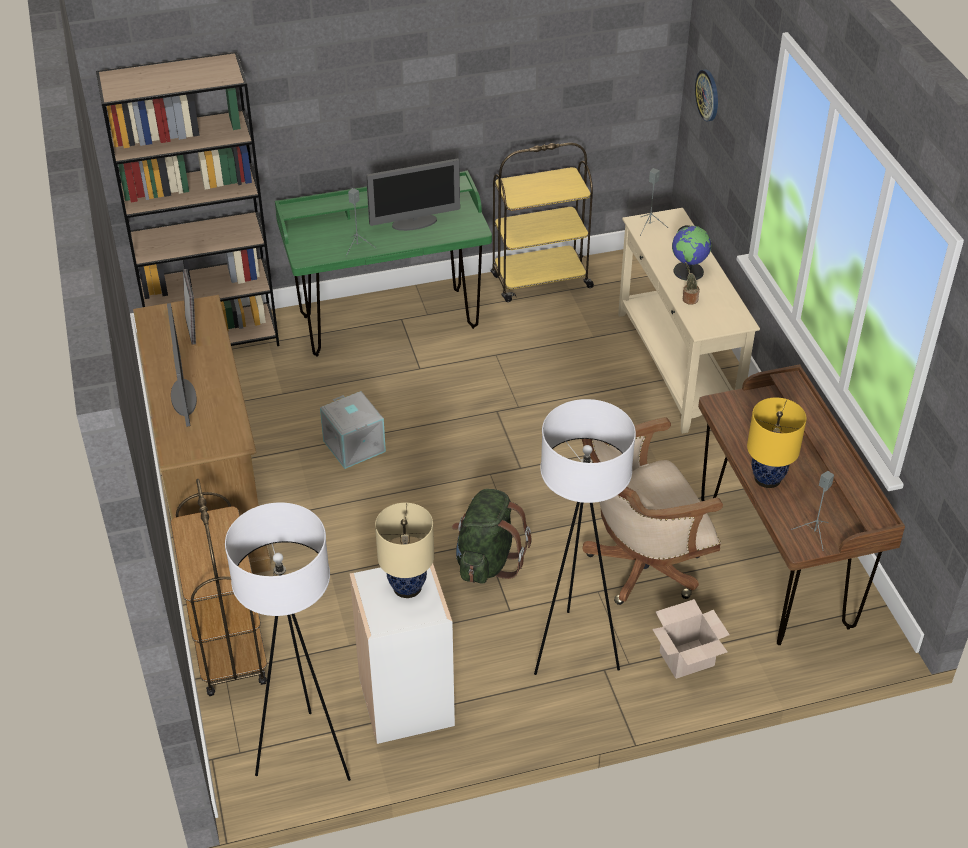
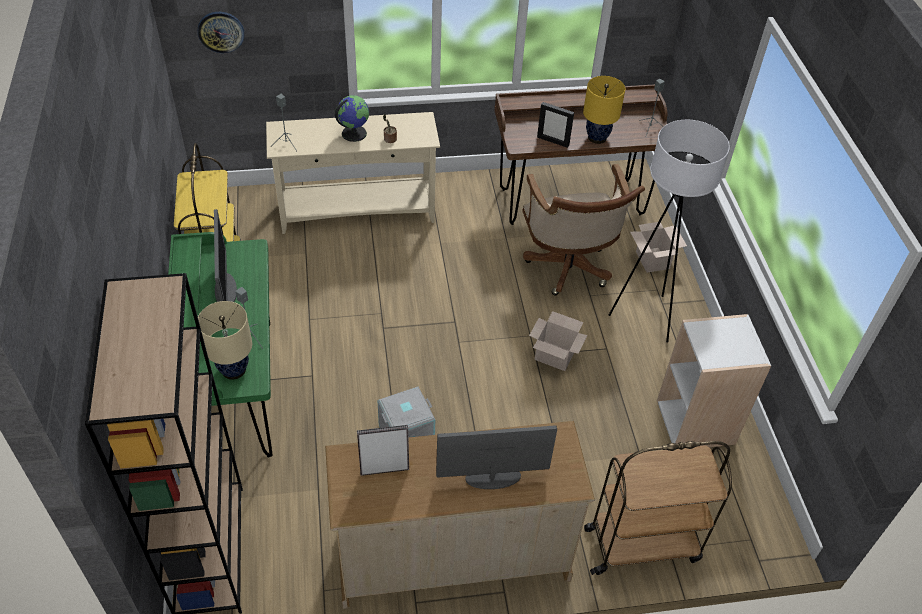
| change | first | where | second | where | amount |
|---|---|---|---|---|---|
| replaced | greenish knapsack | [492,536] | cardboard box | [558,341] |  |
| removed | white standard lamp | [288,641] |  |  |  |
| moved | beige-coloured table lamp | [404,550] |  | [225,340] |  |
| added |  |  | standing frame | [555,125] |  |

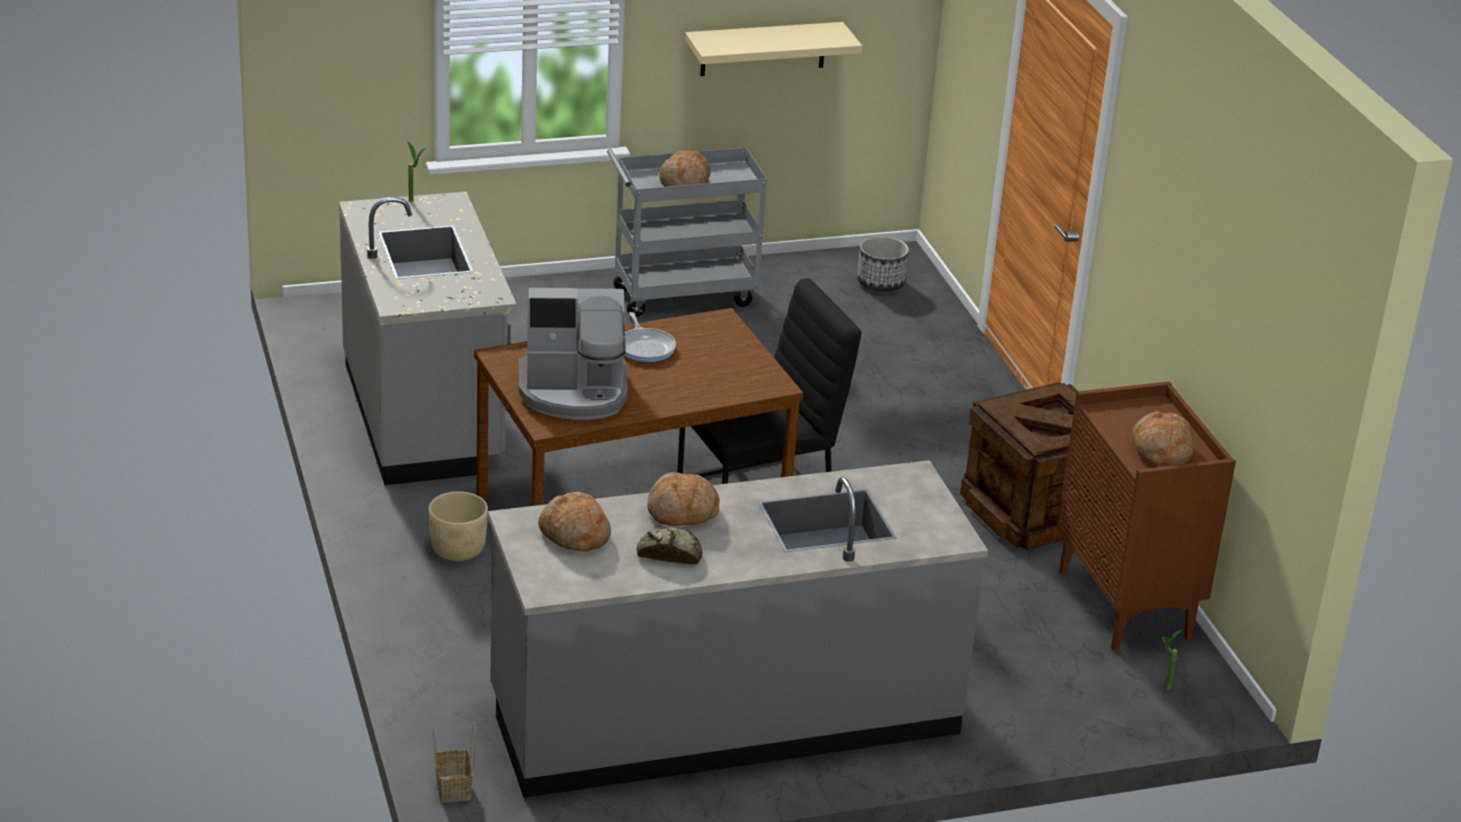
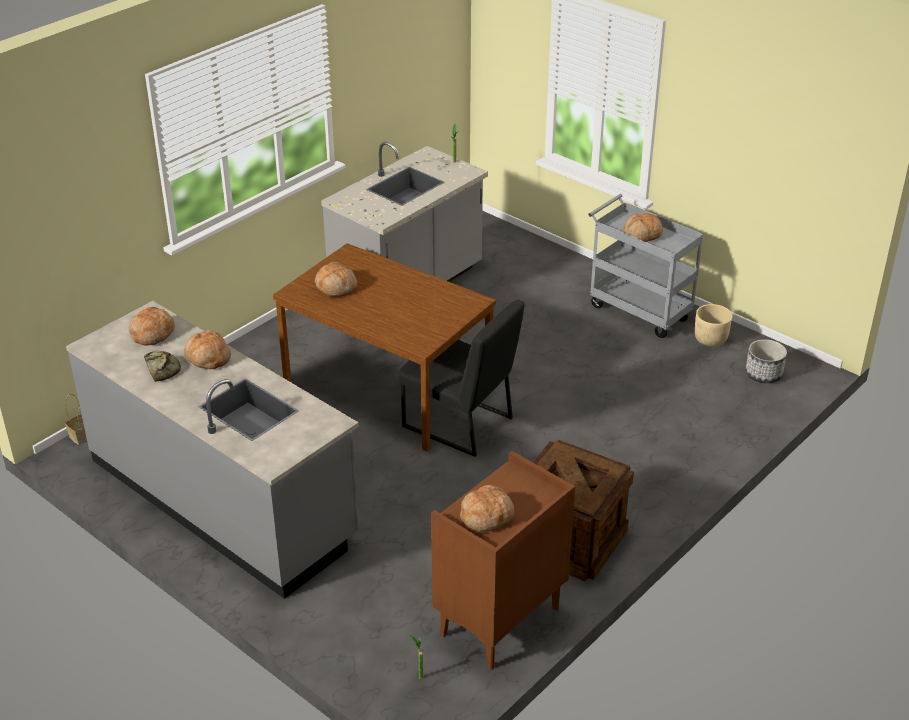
| change | first | where | second | where | amount |
|---|---|---|---|---|---|
| removed | beige-coloured wall shelf | [773,49] |  |  |  |
| replaced | coffee maker | [573,354] | bread | [336,279] |  |
| removed | pan | [650,337] |  |  |  |
| moved | beige-coloured plant pot | [458,526] |  | [714,325] |  |

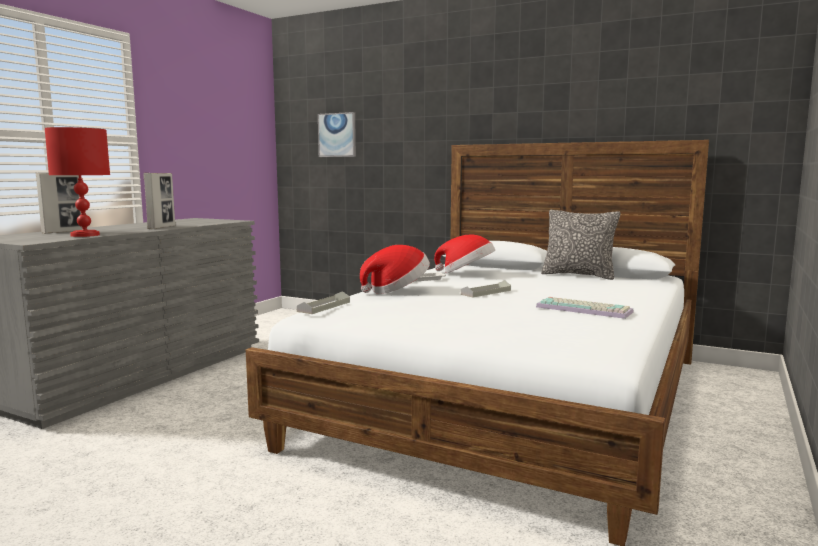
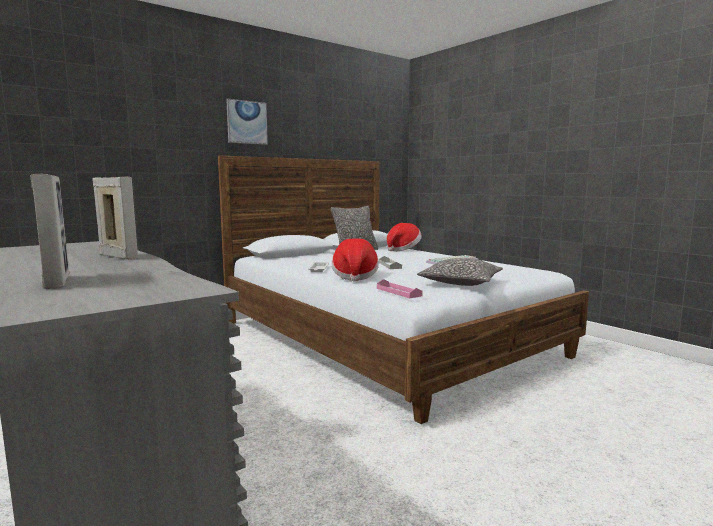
| change | first | where | second | where | amount |
|---|---|---|---|---|---|
| moved | wall art | [337,134] |  | [247,122] |  |
| removed | red table lamp | [77,182] |  |  |  |
| moved | wearable hat | [464,253] |  | [404,237] |  |
| recoloured | gray serving tray | [323,302] | pink serving tray | [400,288] |  |
| added |  |  | throw pillow | [460,272] |  |

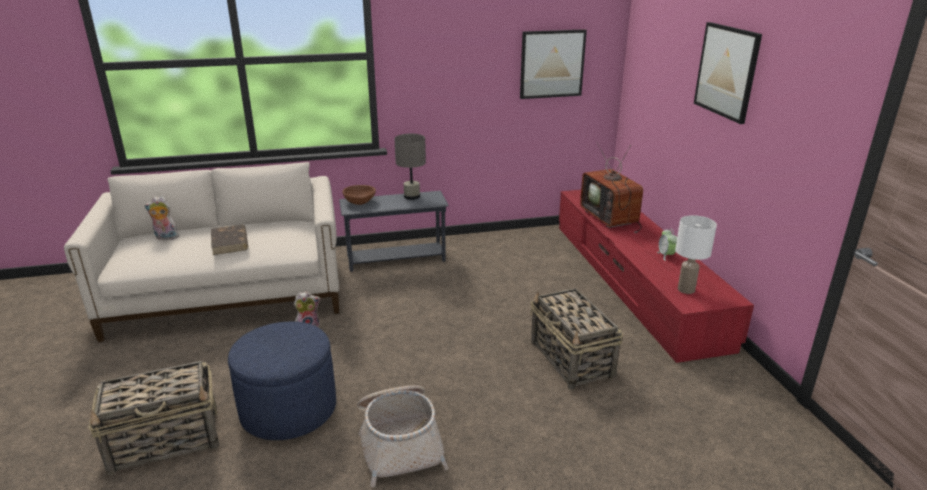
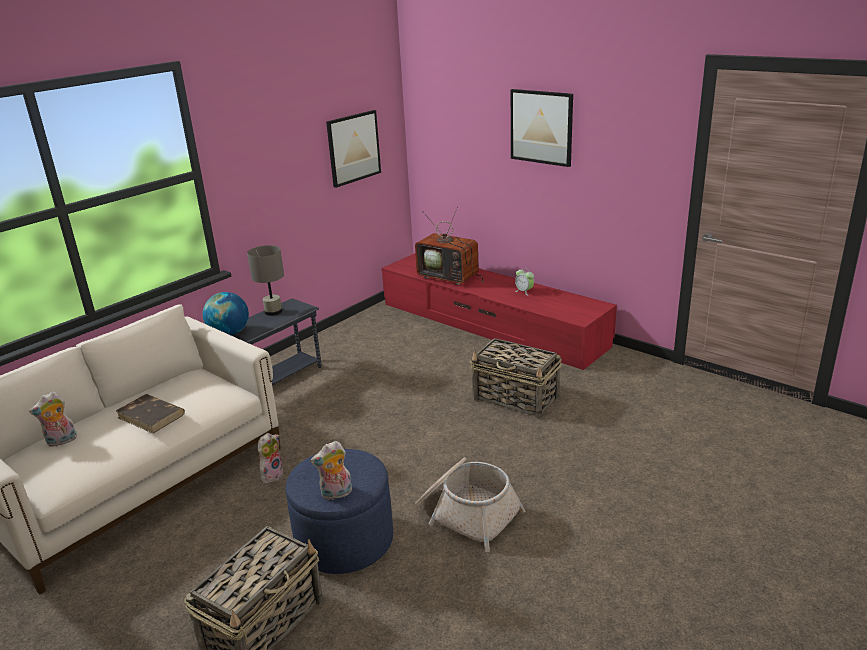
| change | first | where | second | where | amount |
|---|---|---|---|---|---|
| replaced | brown-coloured deep dish | [359,195] | world globe | [226,314] |  |
| removed | white table lamp | [696,254] |  |  |  |
| added |  |  | cuddly toy | [331,470] |  |

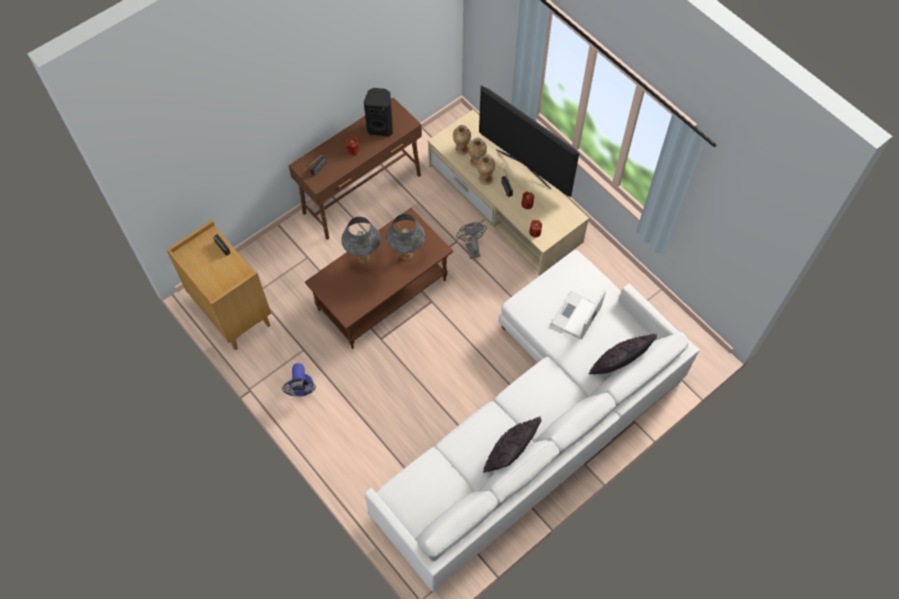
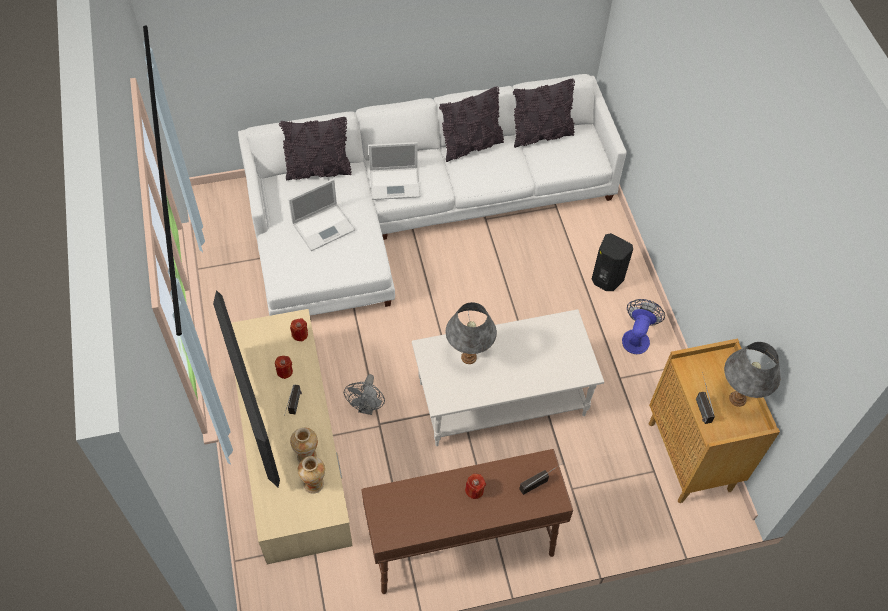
| change | first | where | second | where | amount |
|---|---|---|---|---|---|
| moved | black speaker | [378,112] |  | [612,262] |  |
| removed | flower vase | [486,170] |  |  |  |
| recoloured | brown-coloured coffee table | [379,278] | white coffee table | [508,377] |  |
| moved | gray table lamp | [361,240] |  | [752,374] |  |
| added |  |  | black throw pillow | [544,113] |  |
| added |  |  | portable computer | [394,171] |  |

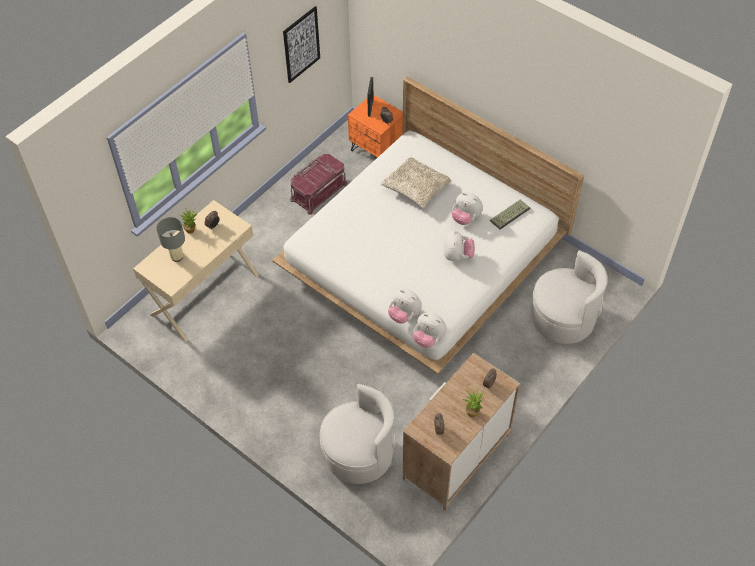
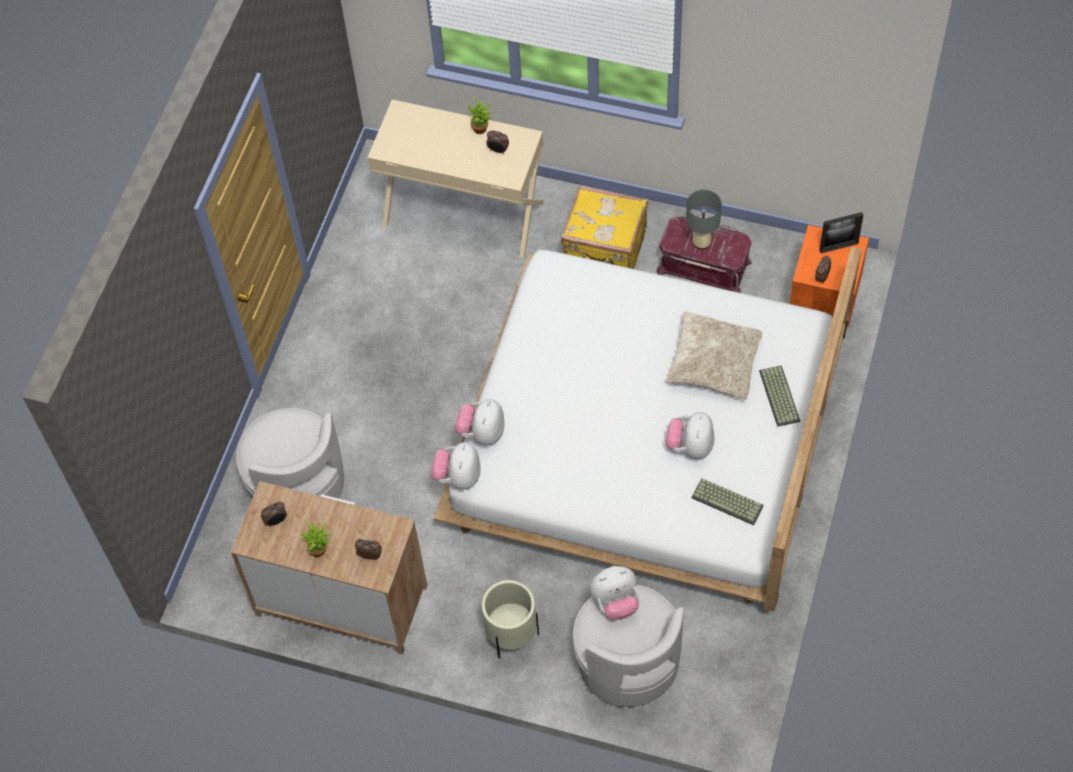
| change | first | where | second | where | amount |
|---|---|---|---|---|---|
| removed | wall art | [301,44] |  |  |  |
| moved | gray table lamp | [171,239] |  | [704,220] |  |
| moved | cuddly toy | [459,246] |  | [614,593] |  |
| added |  |  | yellow suitcase | [604,227] |  |
| added |  |  | PC keyboard | [779,396] |  |
| added |  |  | beige-coloured plant pot | [510,619] |  |

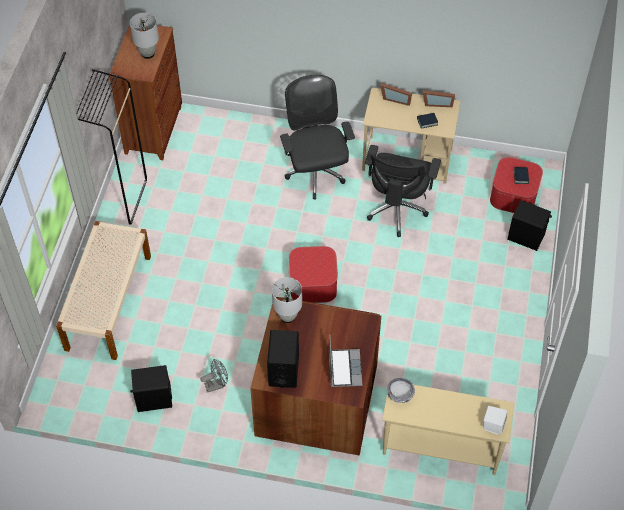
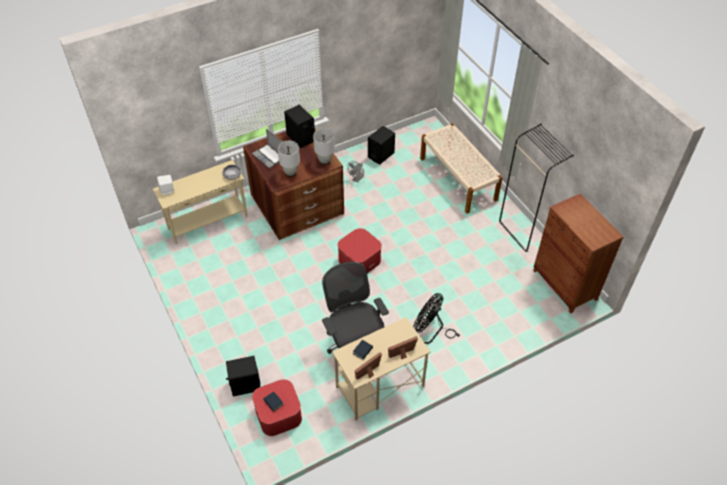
| change | first | where | second | where | amount |
|---|---|---|---|---|---|
| moved | white table lamp | [144,36] |  | [289,159] |  |
| replaced | office chair | [317,137] | black electric fan | [436,318] |  |

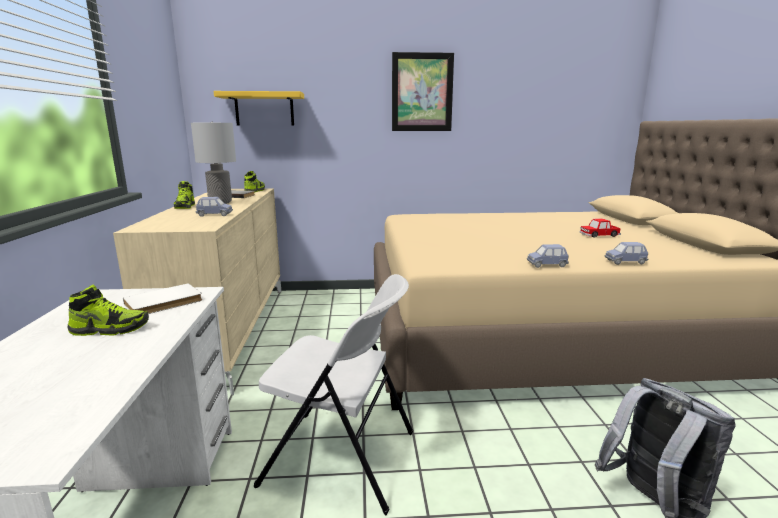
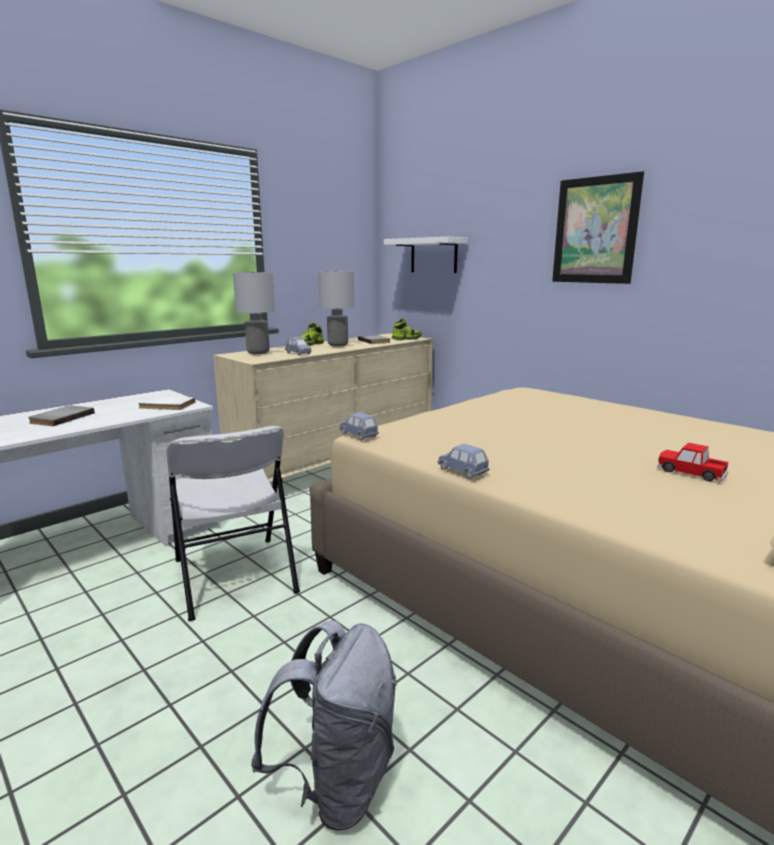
| change | first | where | second | where | amount |
|---|---|---|---|---|---|
| recoloured | yellow wall shelf | [259,108] | white wall shelf | [426,255] |  |
| moved | bluish miniature car | [626,253] |  | [359,426] |  |
| removed | shoe | [108,310] |  |  |  |
| added |  |  | gray table lamp | [254,312] |  |
| added |  |  | gray bound book | [61,415] |  |

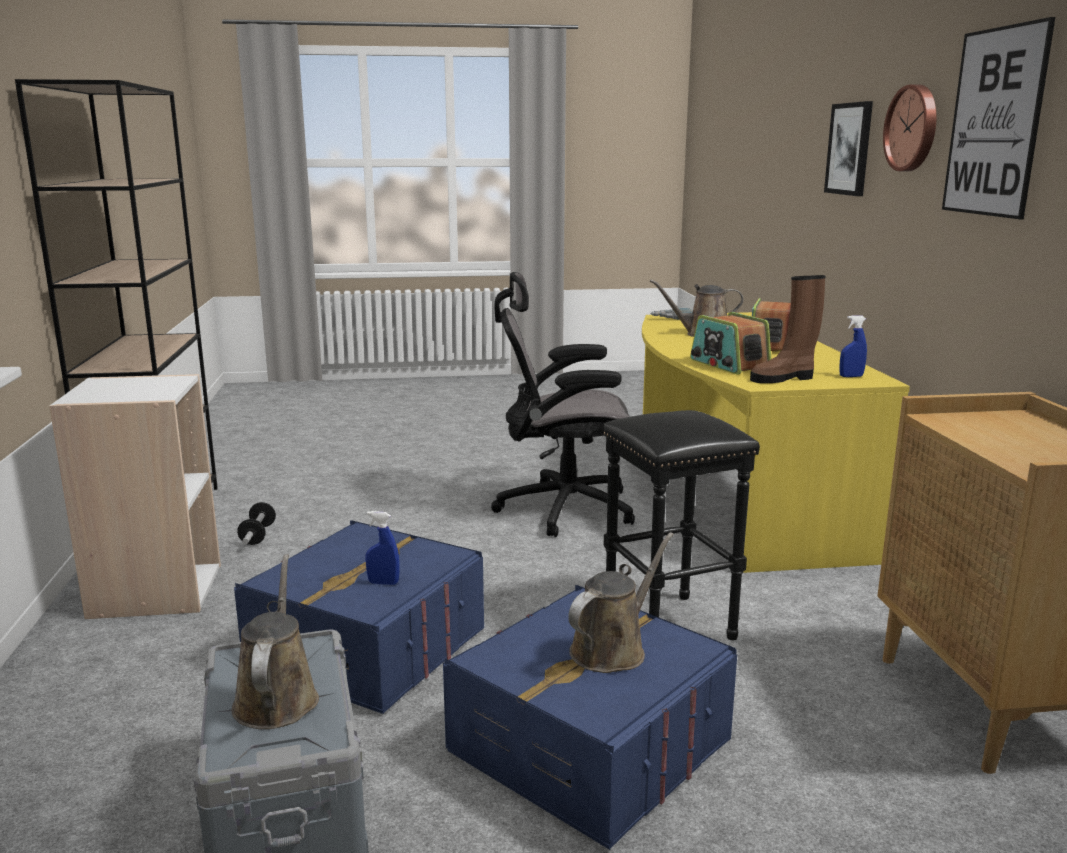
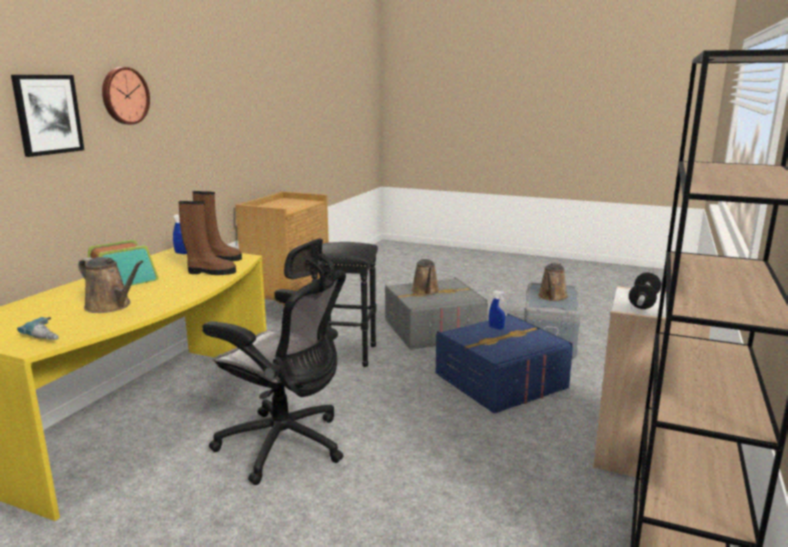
| change | first | where | second | where | amount |
|---|---|---|---|---|---|
| removed | wall art | [998,118] |  |  |  |
| replaced | radio | [730,343] | brown-coloured high-top boot | [207,238] |  |
| moved | free weight | [256,523] |  | [645,291] |  |
| turned | brown-coloured sprinkling can | [621,602] |  | [425,276] | 75 degrees counterclockwise |
| recoloured | bluish storage box | [590,717] | gray storage box | [436,313] |  |

